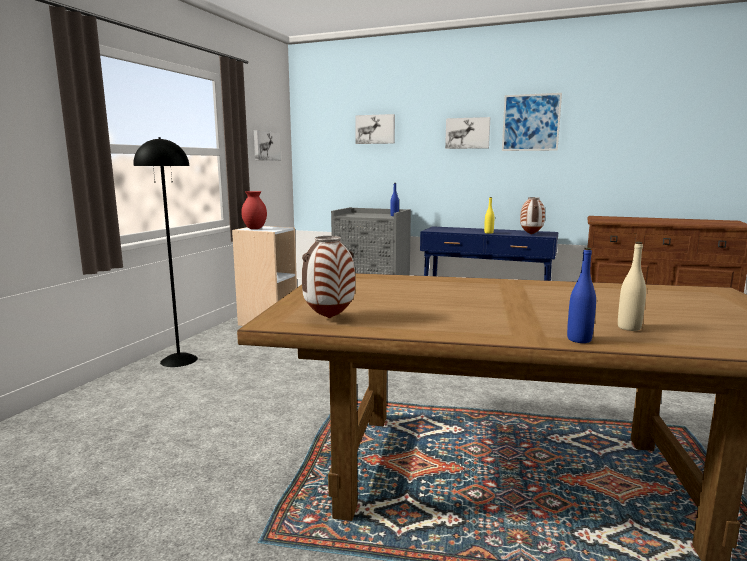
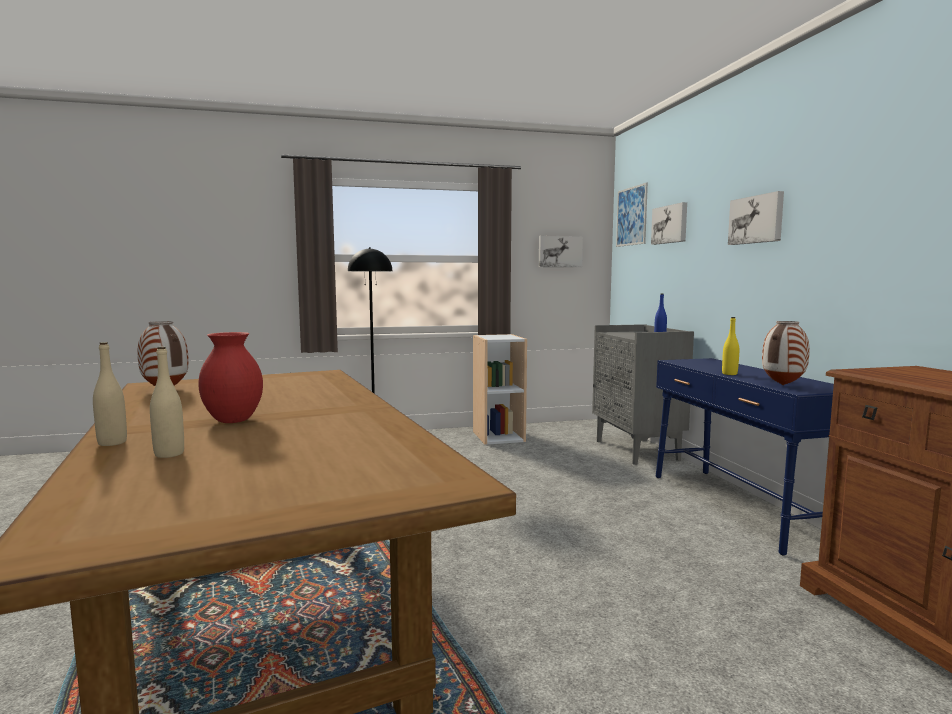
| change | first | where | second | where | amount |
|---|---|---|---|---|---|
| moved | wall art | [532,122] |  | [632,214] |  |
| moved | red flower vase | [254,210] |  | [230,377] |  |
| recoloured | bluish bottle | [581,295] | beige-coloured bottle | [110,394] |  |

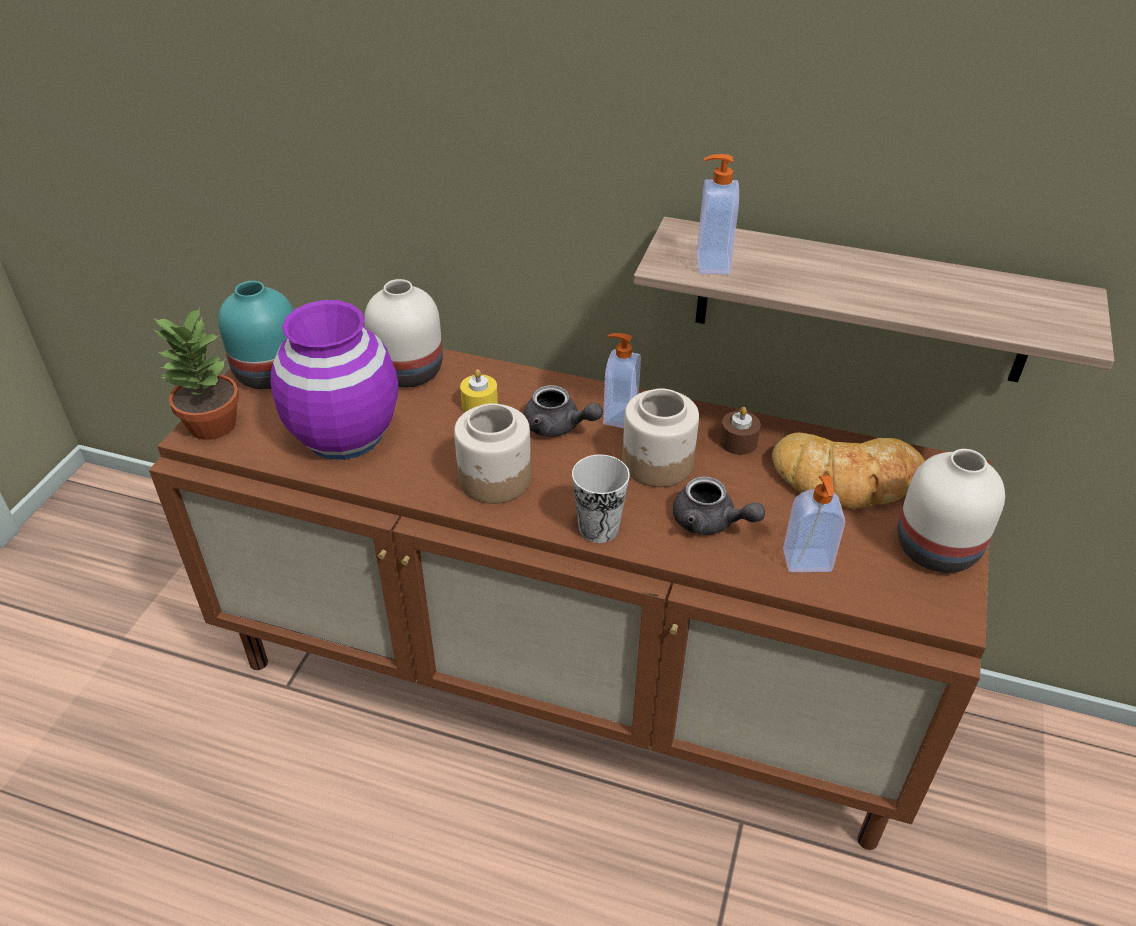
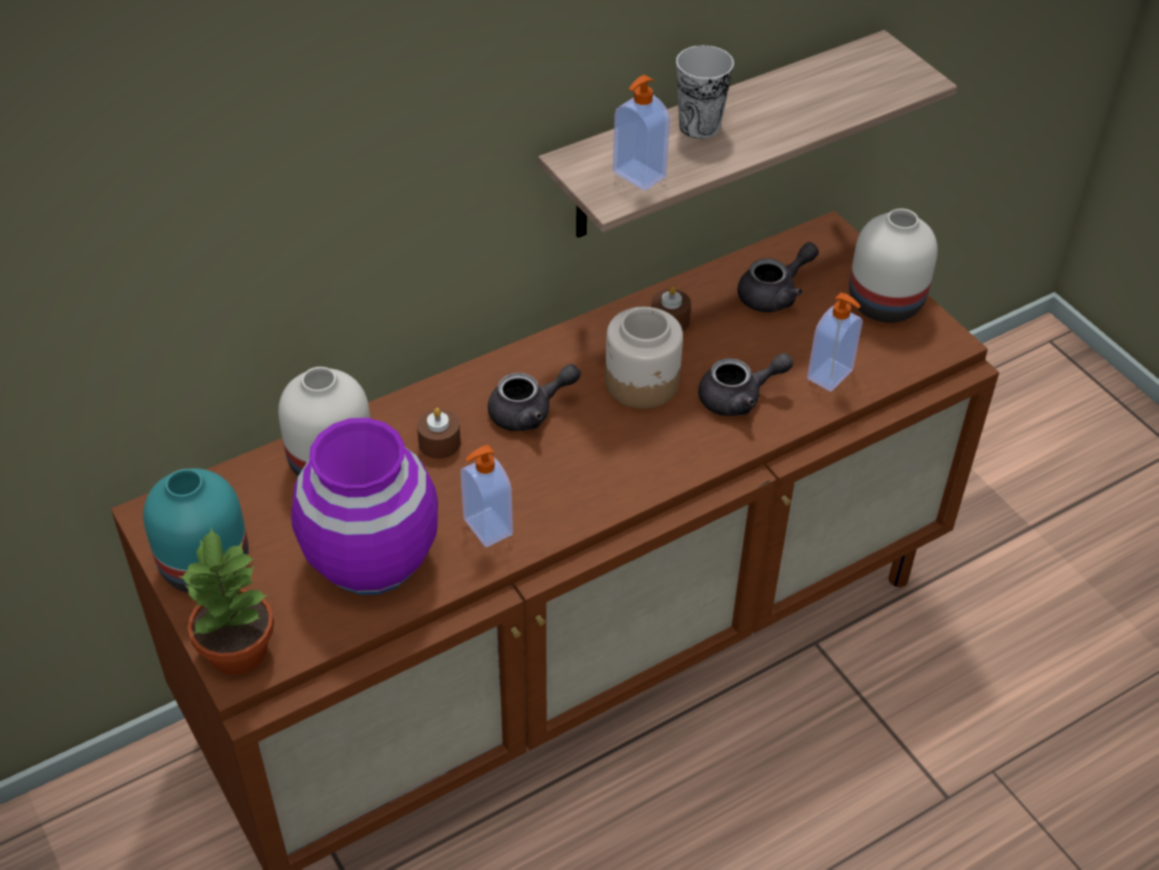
| change | first | where | second | where | amount |
|---|---|---|---|---|---|
| moved | liquid soap bottle | [622,380] |  | [486,496] |  |
| recoloured | yellow wax candle | [479,390] | brown-coloured wax candle | [439,433] |  |
| removed | storage jar | [492,453] |  |  |  |
| replaced | bread | [848,471] | gray pot for tea | [778,277] |  |
| moved | drinking cup | [601,499] |  | [705,92] |  |

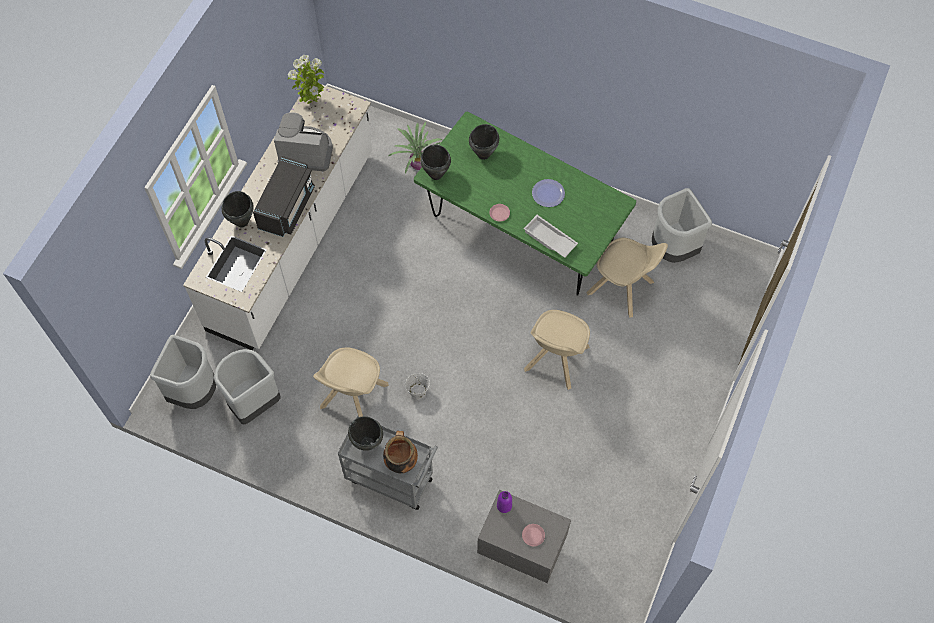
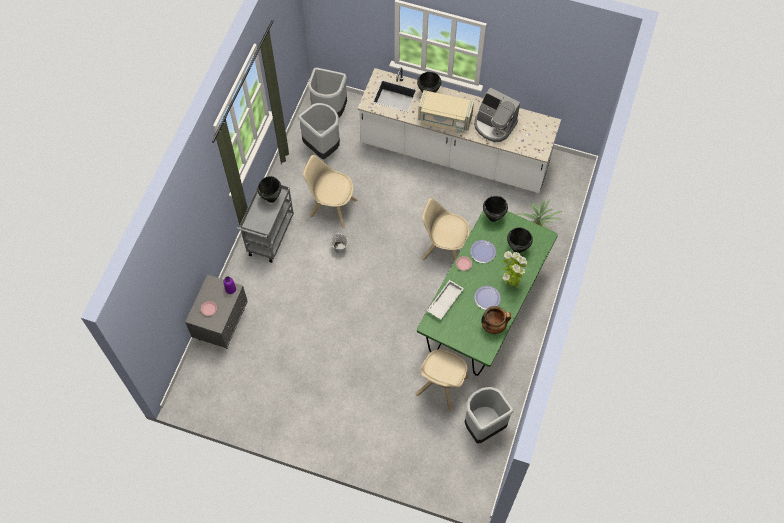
| change | first | where | second | where | amount |
|---|---|---|---|---|---|
| moved | houseplant | [306,79] |  | [514,269] |  |
| turned | coffee maker | [303,142] |  | [497,114] | 120 degrees clockwise |
| recoloured | black microwave | [284,196] | beige-coloured microwave | [446,111] |  |
| moved | beige-coloured chair | [557,350] |  | [446,229] |  |
| moved | stockpot | [400,452] |  | [496,320] |  |
| added |  |  | dinner plate | [483,251] |  |

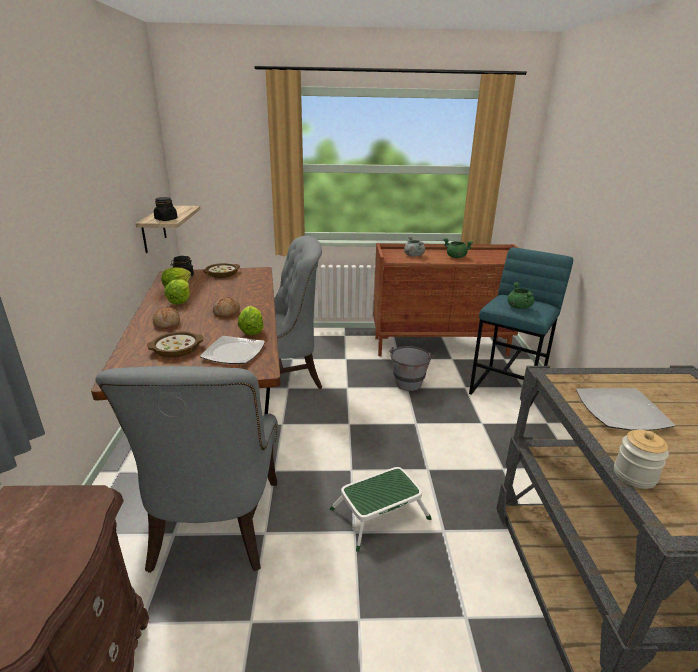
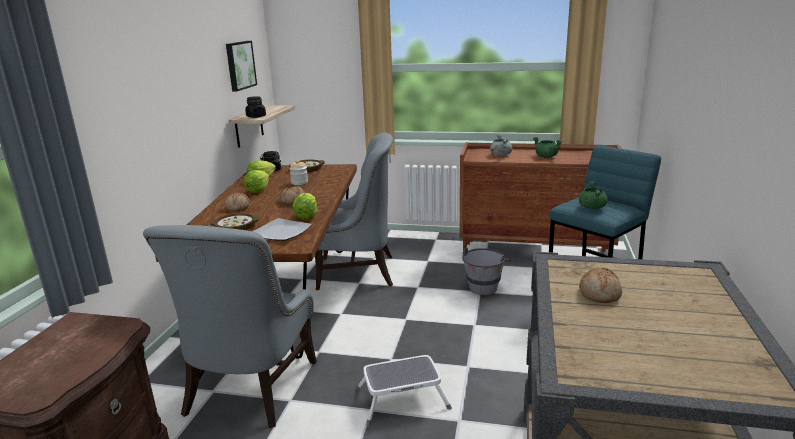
| change | first | where | second | where | amount |
|---|---|---|---|---|---|
| replaced | dinner plate | [625,409] | bread | [600,285] |  |
| moved | storage jar | [641,459] |  | [298,172] |  |
| recoloured | greenish step stool | [381,509] | gray step stool | [404,390] |  |
| added |  |  | wall art | [241,66] |  |

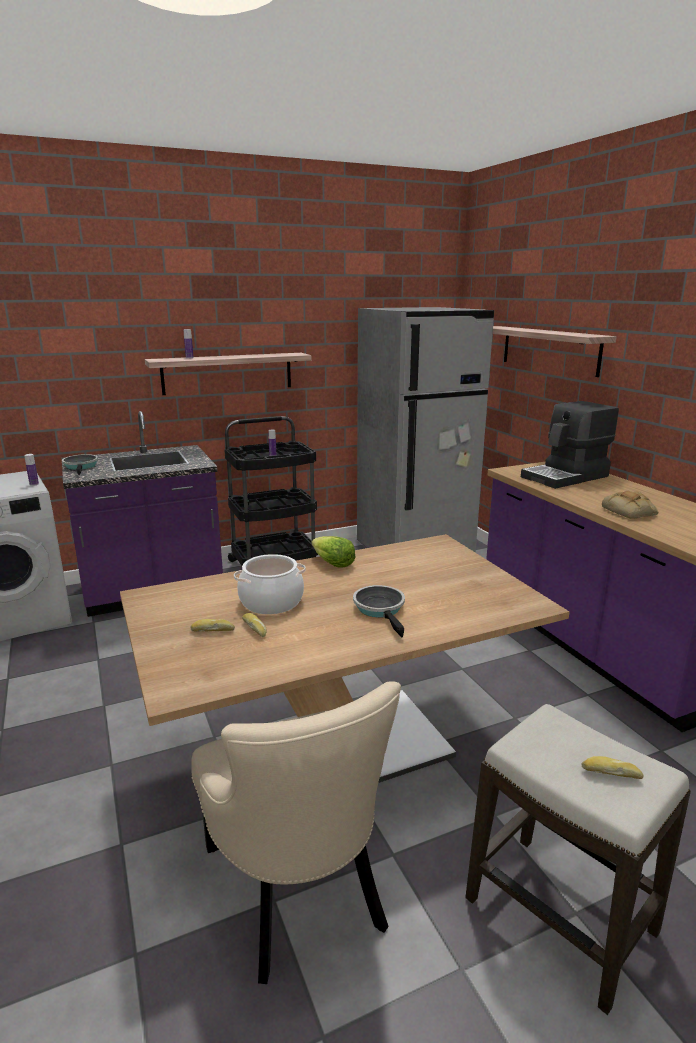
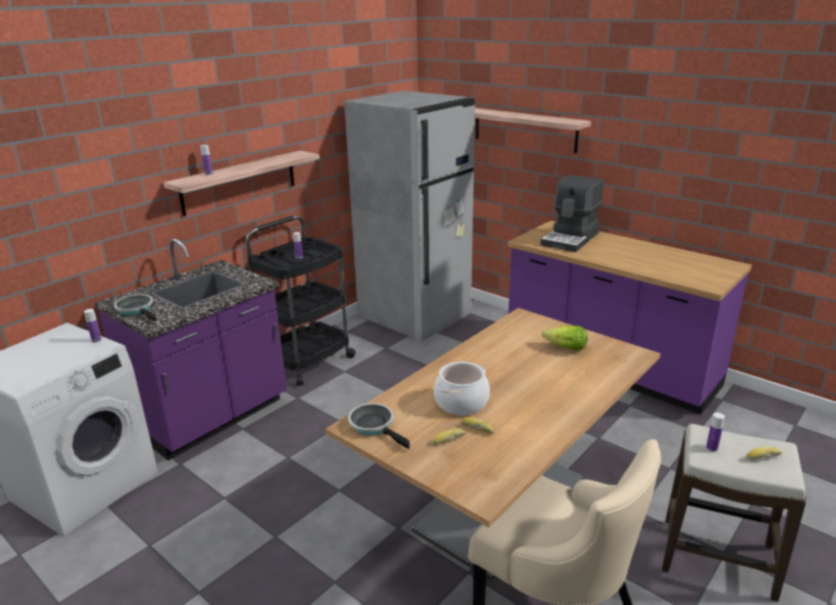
| change | first | where | second | where | amount |
|---|---|---|---|---|---|
| removed | bread | [630,505] |  |  |  |
| moved | head of lettuce | [334,551] |  | [565,338] |  |
| moved | pan | [379,611] |  | [379,426] |  |
| added |  |  | bottle | [715,432] |  |

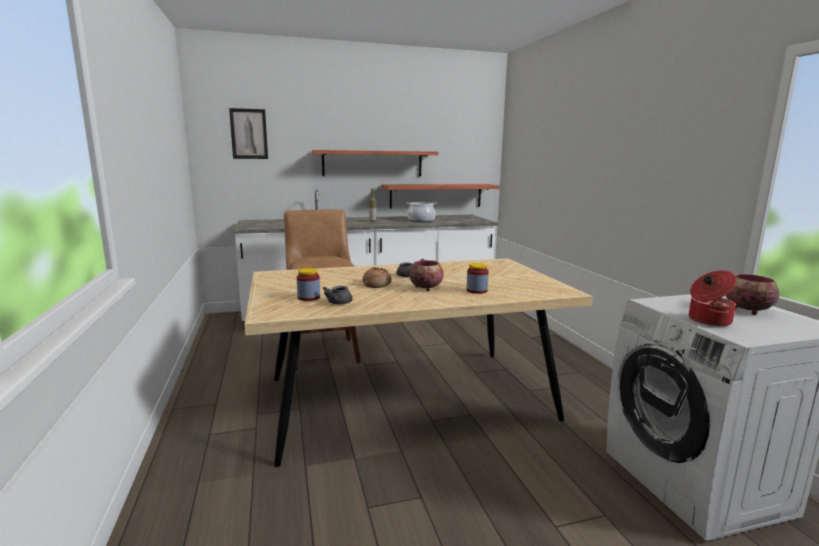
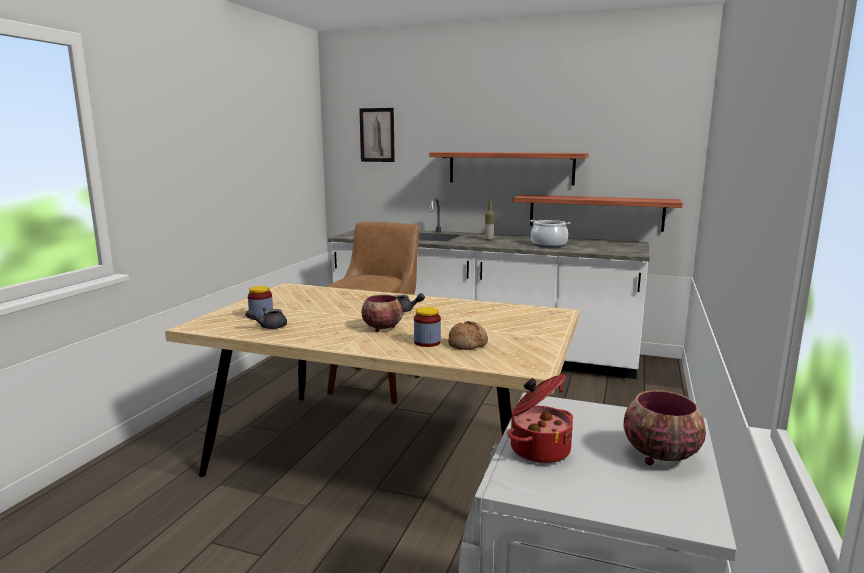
| change | first | where | second | where | amount |
|---|---|---|---|---|---|
| moved | bread | [377,277] |  | [468,335] |  |

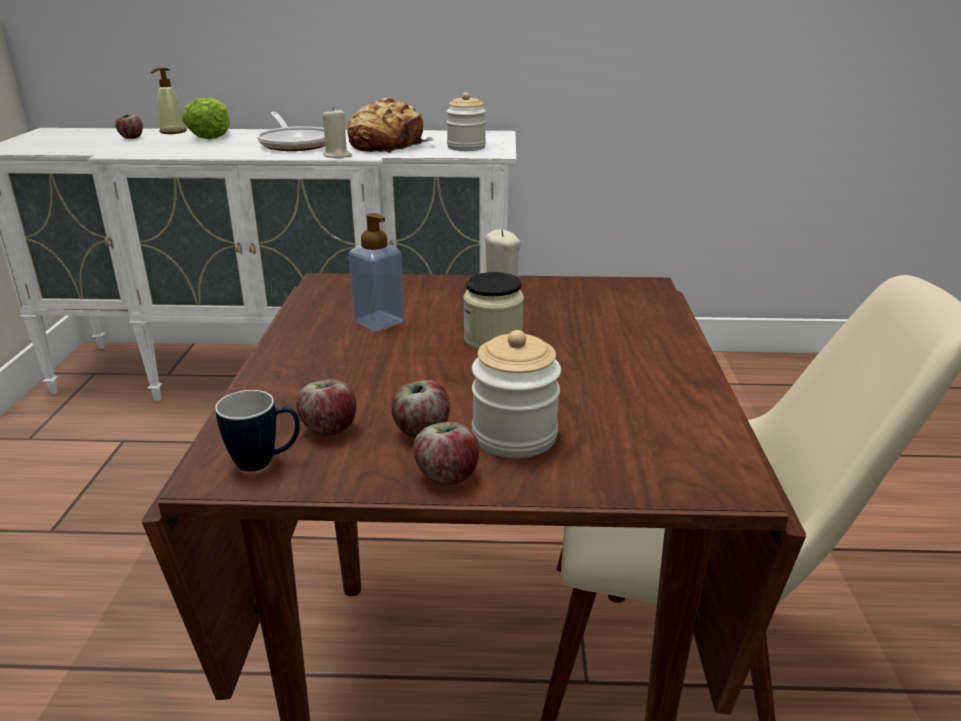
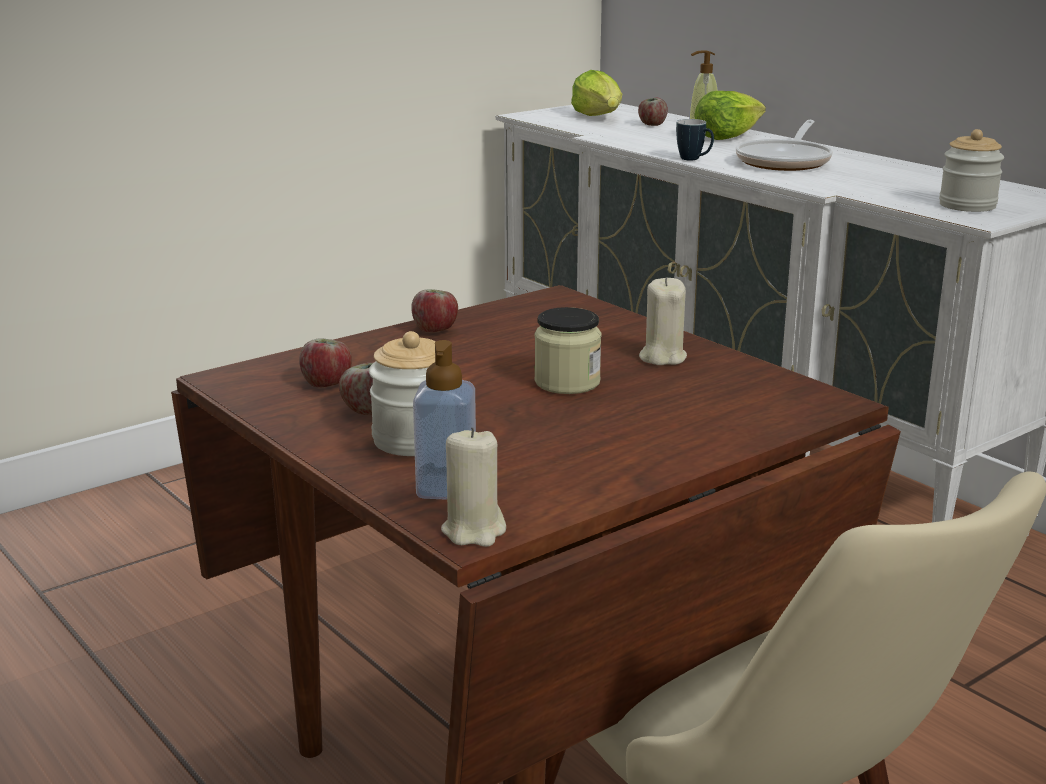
| change | first | where | second | where | amount |
|---|---|---|---|---|---|
| removed | bread | [391,125] |  |  |  |
| moved | beige-coloured wax candle | [337,133] |  | [473,487] |  |
| moved | liquid soap bottle | [377,272] |  | [444,420] |  |
| moved | coffee mug | [257,431] |  | [695,140] |  |
| moved | apple fruit | [446,454] |  | [434,311] |  |
| added |  |  | head of lettuce | [596,93] |  |

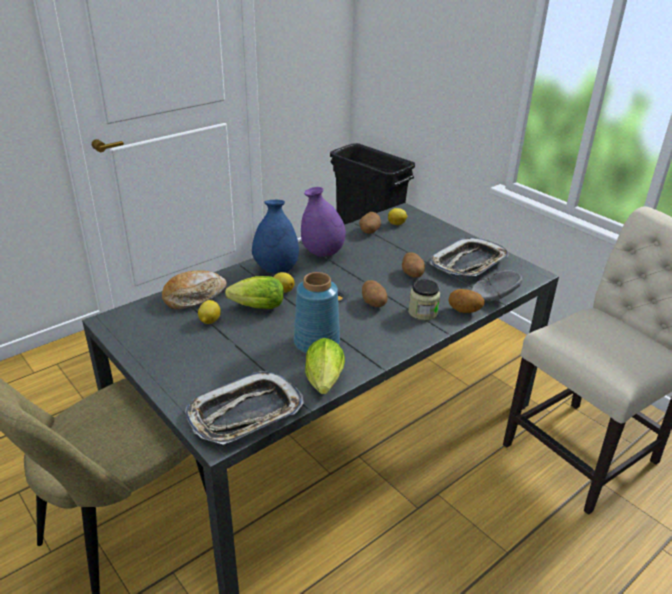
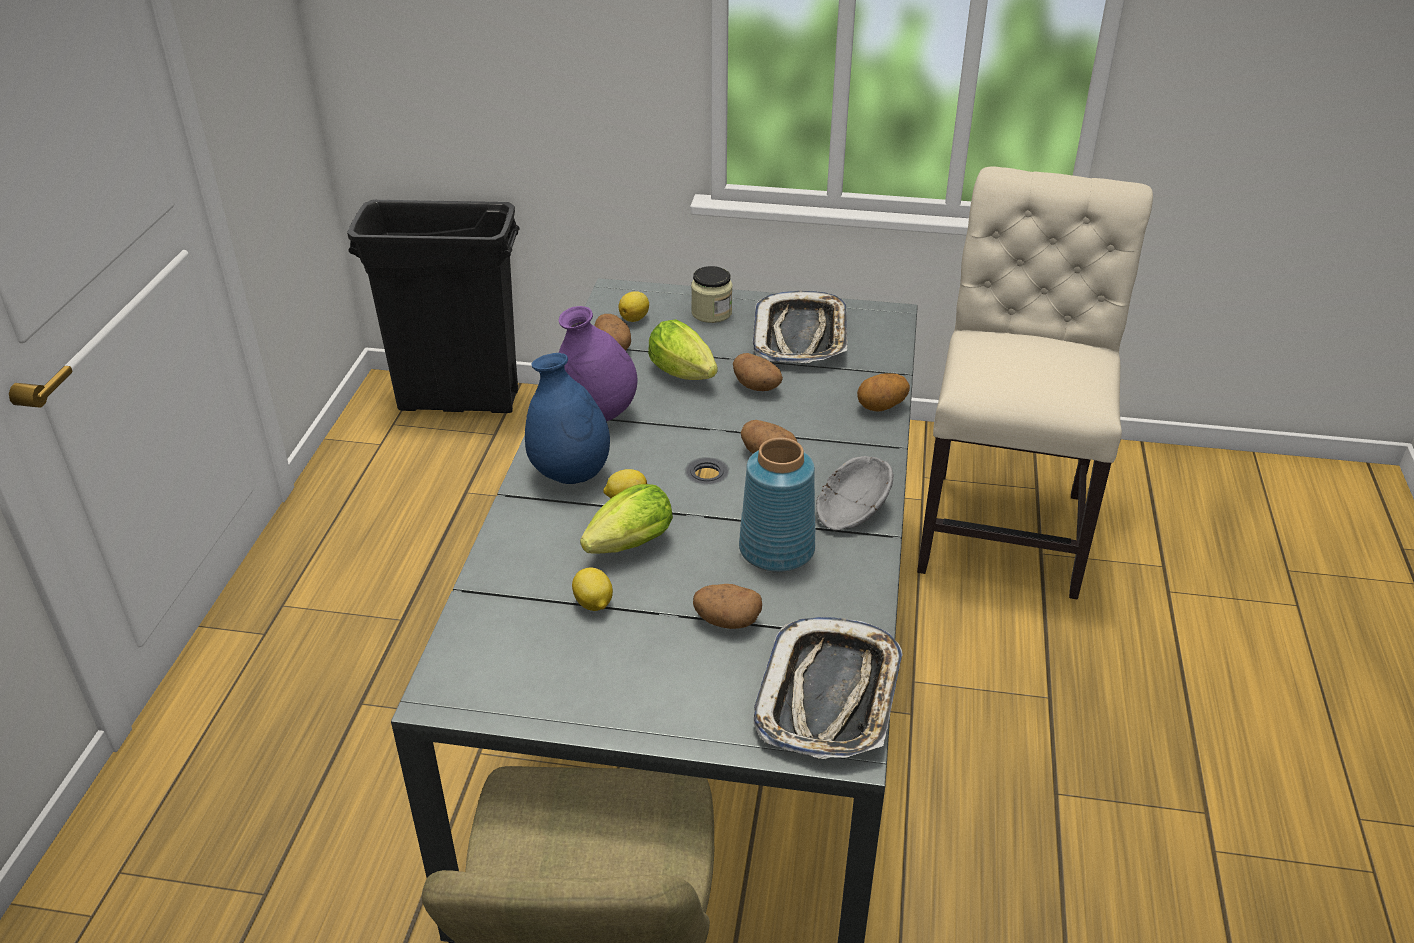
| change | first | where | second | where | amount |
|---|---|---|---|---|---|
| moved | gray deep dish | [497,285] |  | [855,493] |  |
| removed | bread | [194,290] |  |  |  |
| moved | storage jar | [424,299] |  | [711,294] |  |
| moved | head of lettuce | [325,366] |  | [683,349] |  |
| added |  |  | potato | [727,606] |  |

